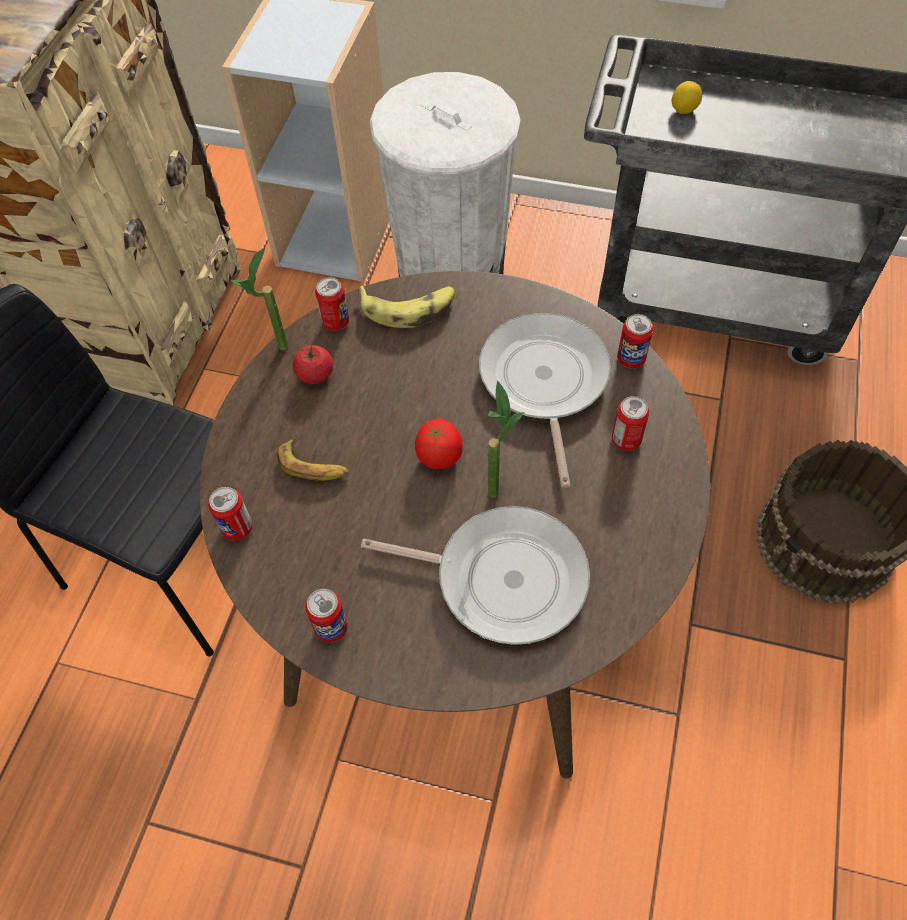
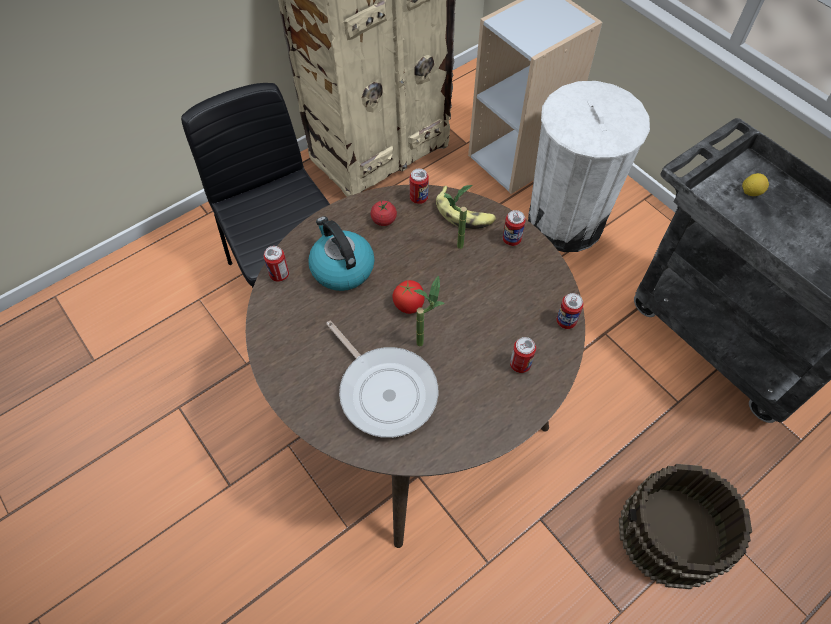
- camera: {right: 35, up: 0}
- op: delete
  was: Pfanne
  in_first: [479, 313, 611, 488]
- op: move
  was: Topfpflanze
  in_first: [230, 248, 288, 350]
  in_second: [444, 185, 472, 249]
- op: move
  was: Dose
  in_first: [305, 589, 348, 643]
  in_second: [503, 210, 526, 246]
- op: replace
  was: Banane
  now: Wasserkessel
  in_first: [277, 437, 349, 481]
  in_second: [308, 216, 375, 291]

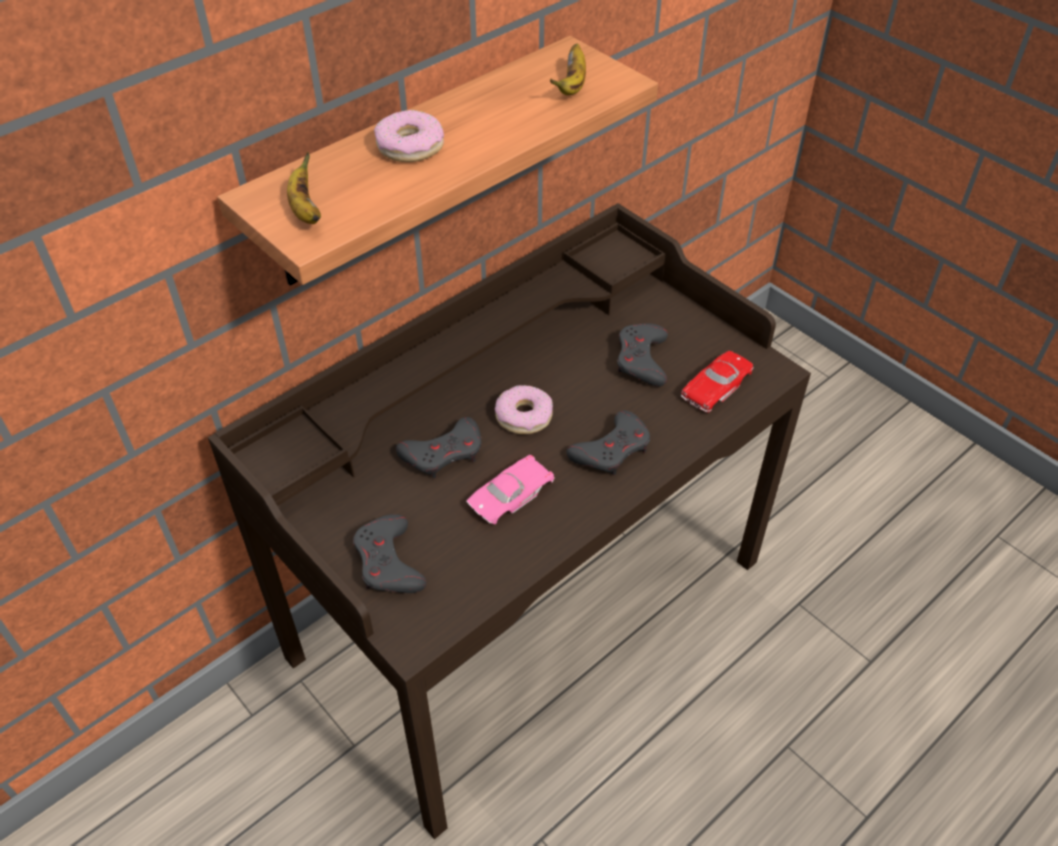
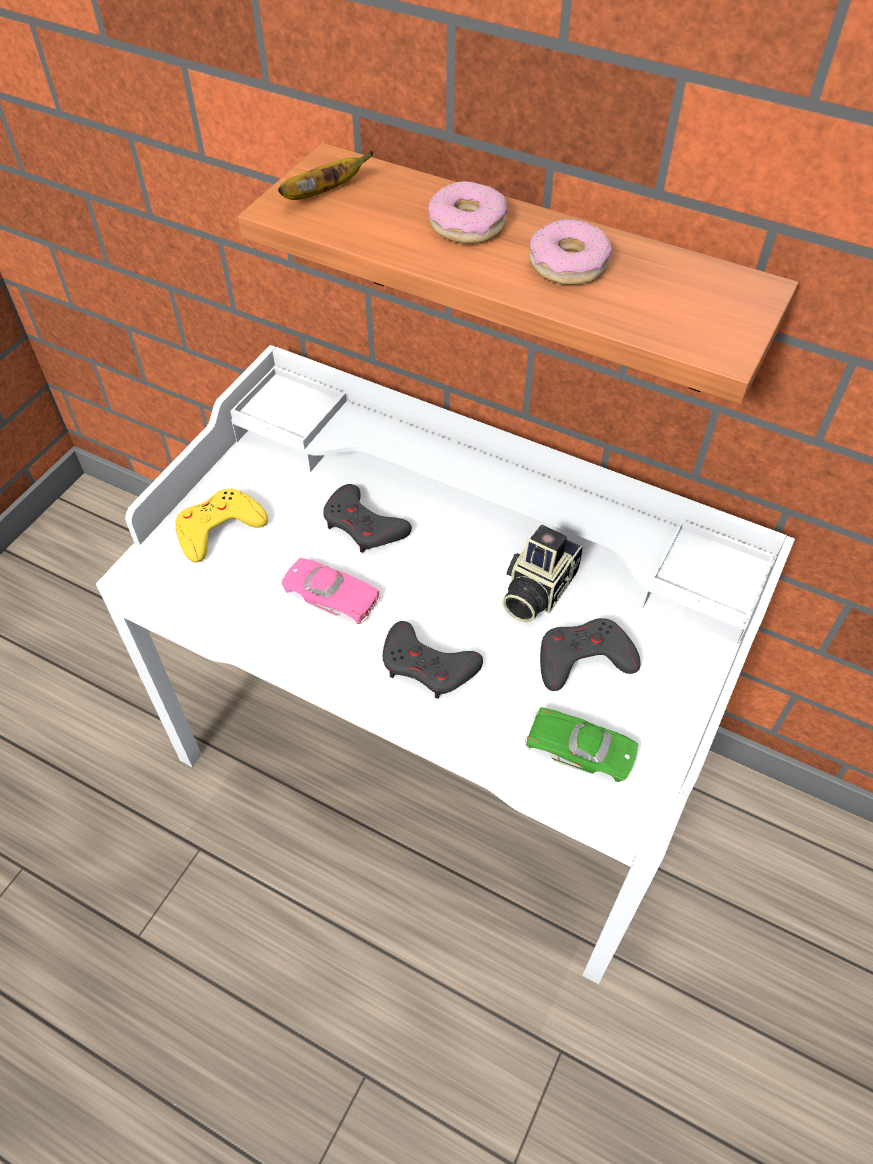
- camera: {right: 70, up: 5}
- op: delete
  was: Banane
  in_first: [550, 44, 586, 95]
- op: insert
  now: Kamera
  in_second: [502, 525, 583, 623]
- op: move
  was: Donut
  in_first: [495, 385, 553, 434]
  in_second: [528, 219, 612, 285]
- op: recolor
  was: Schreibtisch [braun]
  now: Schreibtisch [weiß]
  in_first: [208, 203, 811, 840]
  in_second: [96, 345, 795, 984]
- op: recolor
  was: Gamepad [grau]
  now: Gamepad [gelb]
  in_first: [353, 514, 426, 593]
  in_second: [175, 488, 268, 563]
- op: recolor
  was: Spielzeugauto [rot]
  now: Spielzeugauto [grün]
  in_first: [681, 351, 753, 413]
  in_second: [524, 707, 638, 782]

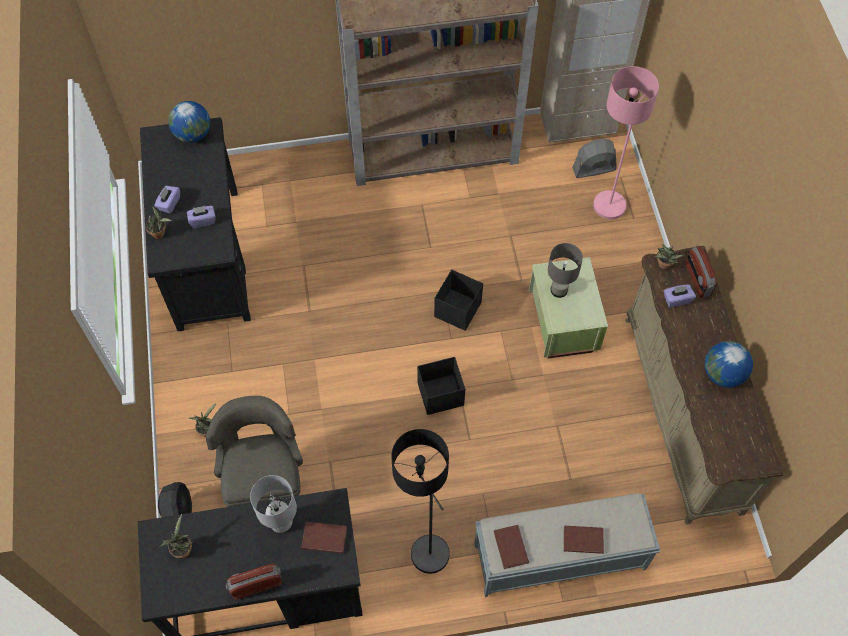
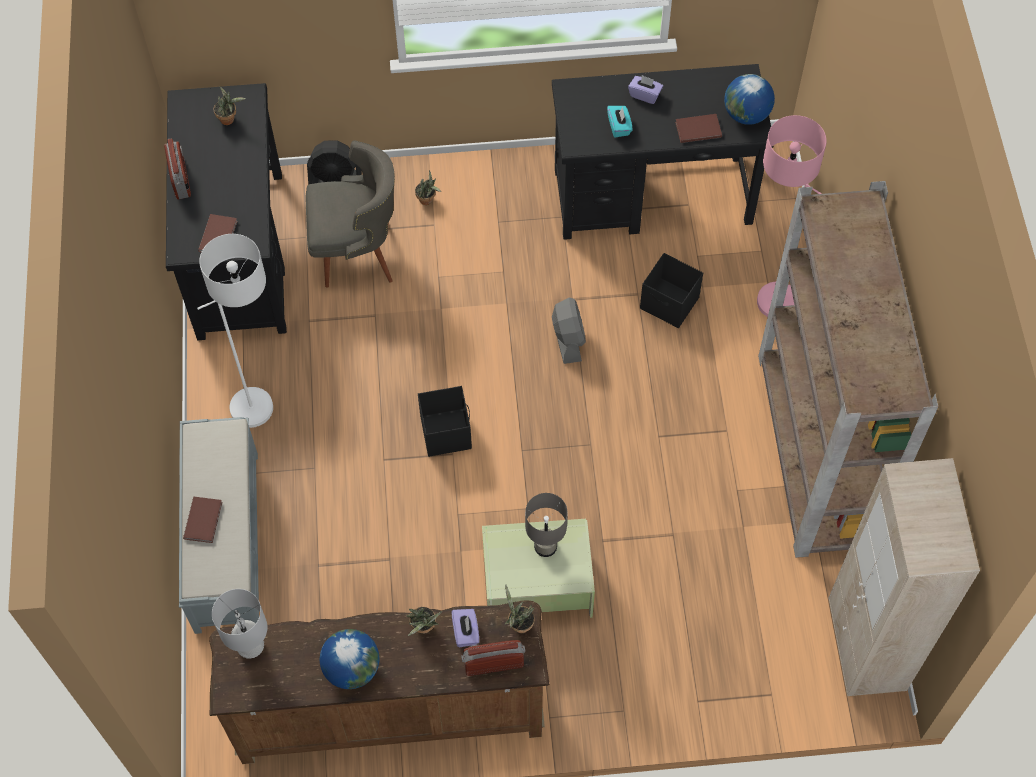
- camera: {right: 95, up: 0}
- op: move
  was: Topfpflanze
  in_first: [146, 206, 172, 239]
  in_second: [406, 607, 442, 636]
- op: move
  was: Tischlampe [grau]
  in_first: [250, 475, 297, 533]
  in_second: [212, 589, 268, 659]
- op: move
  was: Aufbewahrungsbox [schwarz]
  in_first: [434, 270, 483, 331]
  in_second: [640, 253, 703, 328]
- op: move
  was: Buch [braun]
  in_first: [494, 525, 529, 569]
  in_second: [675, 114, 722, 143]
- op: move
  was: Ventilator [grau]
  in_first: [572, 139, 616, 178]
  in_second: [552, 297, 586, 364]
- op: move
  was: Stehlampe [rosa]
  in_first: [593, 66, 659, 220]
  in_second: [757, 115, 827, 317]
- op: recolor
  was: Taschentuchbox [lila]
  now: Taschentuchbox [türkis]
  in_first: [187, 206, 216, 228]
  in_second: [607, 106, 633, 138]
- op: recolor
  was: Stehlampe [schwarz]
  now: Stehlampe [weiß]
  in_first: [391, 429, 450, 574]
  in_second: [197, 234, 273, 428]

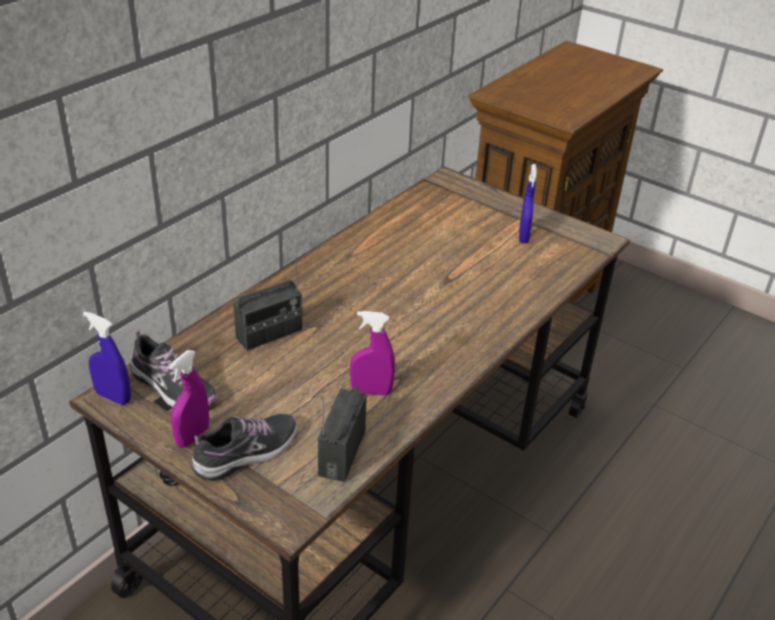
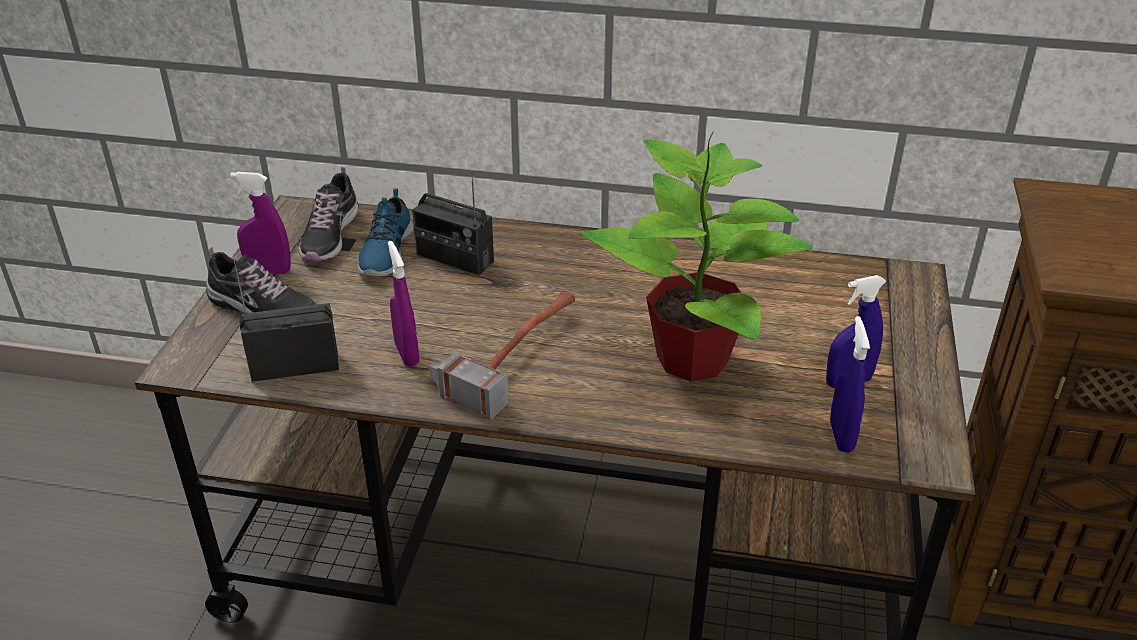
- camera: {right: 65, up: 0}
- op: insert
  now: Schuh
  in_second: [358, 188, 414, 276]
- op: insert
  now: Hammer
  in_second: [427, 290, 575, 420]
- op: insert
  now: Topfpflanze
  in_second: [582, 131, 813, 381]
- op: move
  was: Sprühflasche [blau]
  in_first: [83, 311, 131, 405]
  in_second: [830, 316, 870, 453]

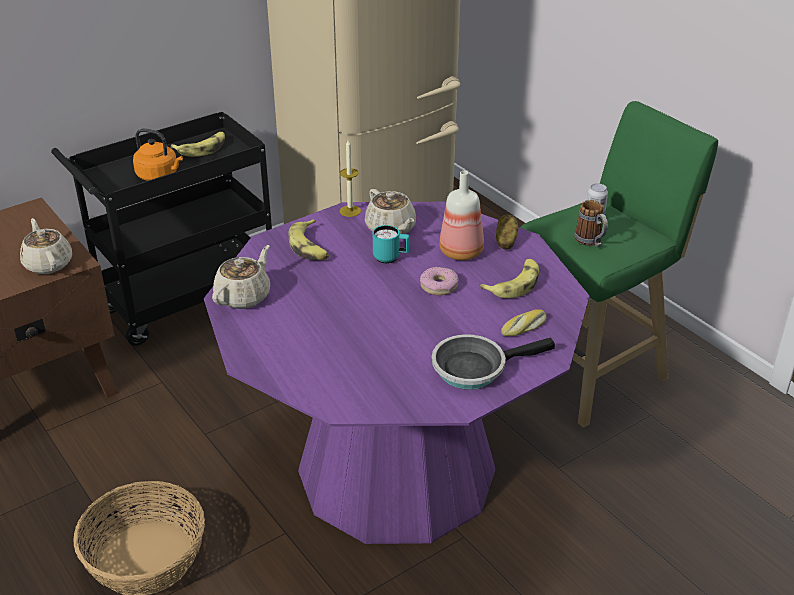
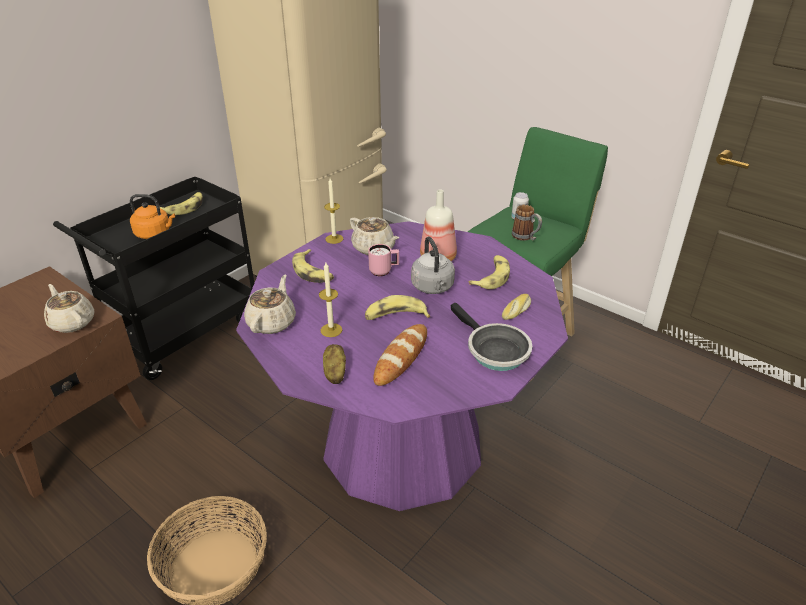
- camera: {right: -15, up: 0}
- op: insert
  now: Kerze
  in_second: [319, 262, 342, 337]
- op: insert
  now: Banane
  in_second: [365, 295, 430, 320]
- op: insert
  now: Brot
  in_second: [373, 324, 427, 386]
- op: move
  was: Kartoffel
  in_first: [496, 214, 519, 250]
  in_second: [323, 344, 346, 384]
- op: replace
  was: Donut
  now: Wasserkessel [grau]
  in_first: [420, 267, 459, 295]
  in_second: [411, 236, 455, 294]
- op: recolor
  was: Henkelbecher [türkis]
  now: Henkelbecher [rosa]
  in_first: [373, 225, 409, 264]
  in_second: [368, 244, 399, 276]
- op: rotate
  was: Pfanne
  in_first: [432, 334, 555, 390]
  in_second: [451, 303, 532, 371]
  clockwise: -90

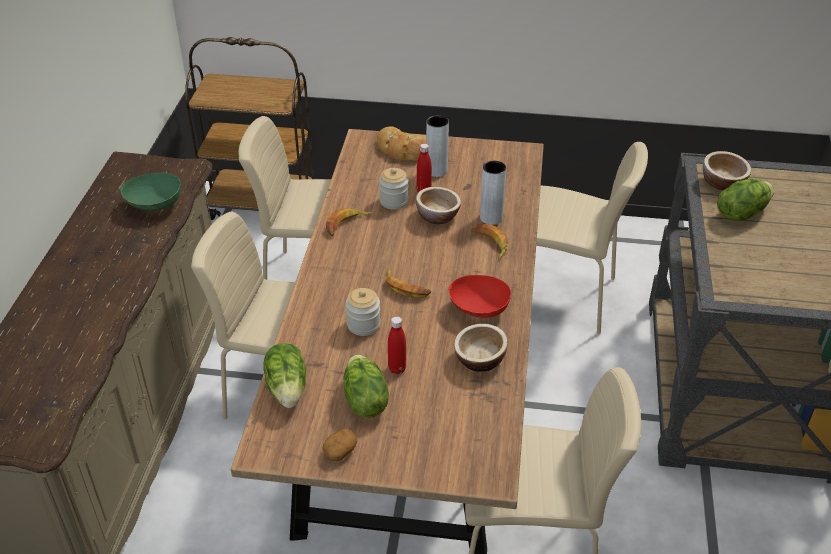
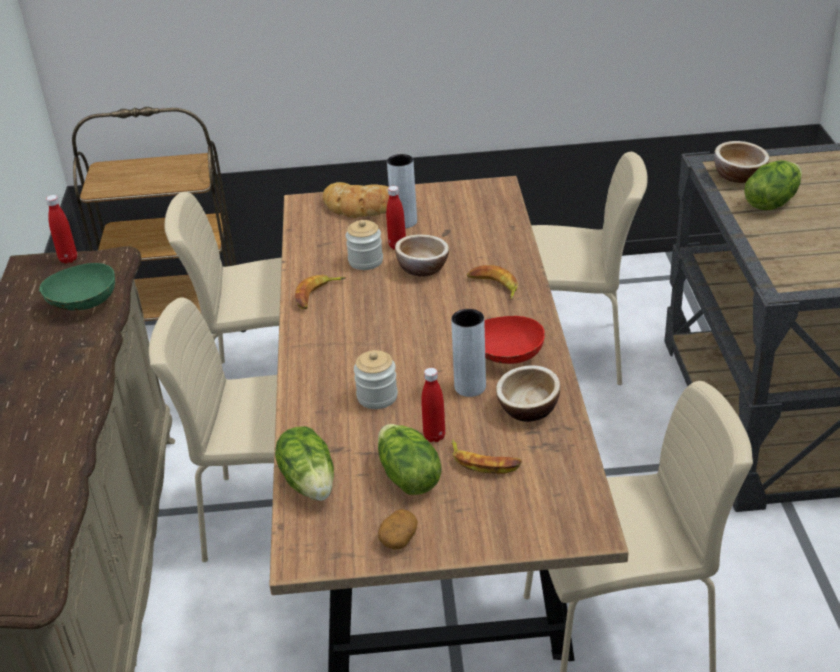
- camera: {right: -10, up: -5}
- op: insert
  now: Flasche [rot]
  in_second: [46, 195, 77, 264]
- op: move
  was: Banane
  in_first: [385, 268, 432, 298]
  in_second: [452, 439, 522, 474]
- op: move
  was: Vase [grau]
  in_first: [480, 161, 507, 225]
  in_second: [451, 309, 486, 397]

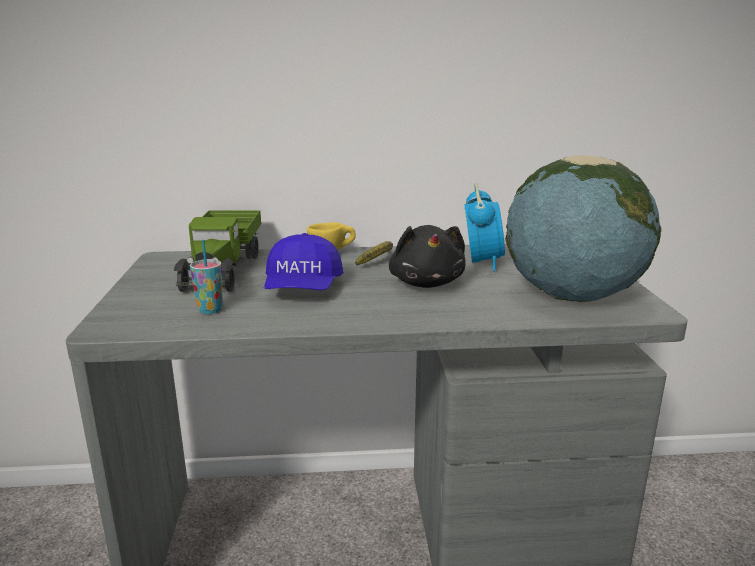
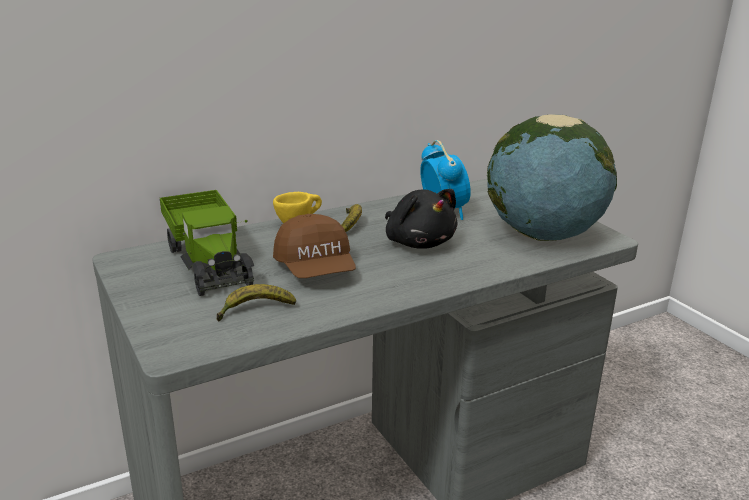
- camera: {right: -25, up: 5}
- op: replace
  was: Tasse
  now: Banane
  in_first: [190, 240, 223, 314]
  in_second: [217, 284, 296, 322]
- op: recolor
  was: Kappe [blau]
  now: Kappe [braun]
  in_first: [264, 233, 343, 290]
  in_second: [273, 214, 356, 278]

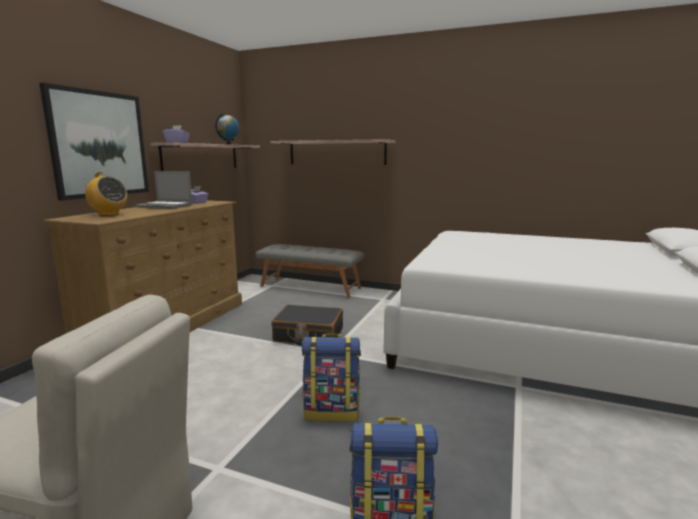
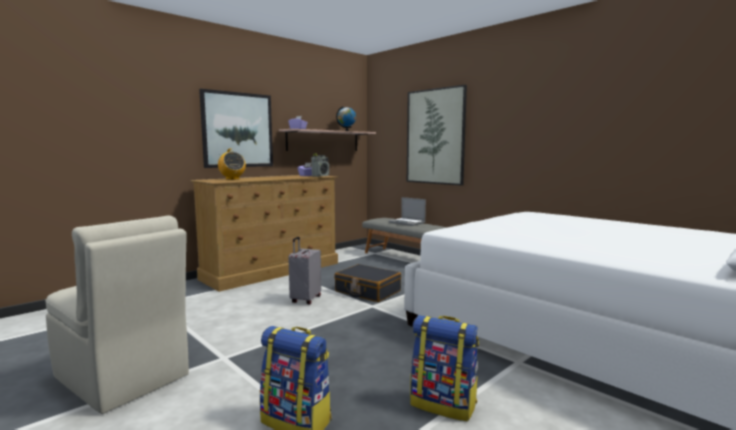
- camera: {right: 25, up: -5}
- op: insert
  now: Koffer [grau]
  in_second: [288, 237, 321, 305]
- op: insert
  now: Radio
  in_second: [311, 153, 329, 177]
- op: move
  was: Laptop
  in_first: [135, 171, 193, 209]
  in_second: [388, 197, 426, 226]
- op: move
  was: Rucksack
  in_first: [302, 334, 361, 422]
  in_second: [410, 315, 479, 421]
- op: replace
  was: Wandregal
  now: Bild
  in_first: [270, 139, 396, 165]
  in_second: [407, 85, 467, 186]

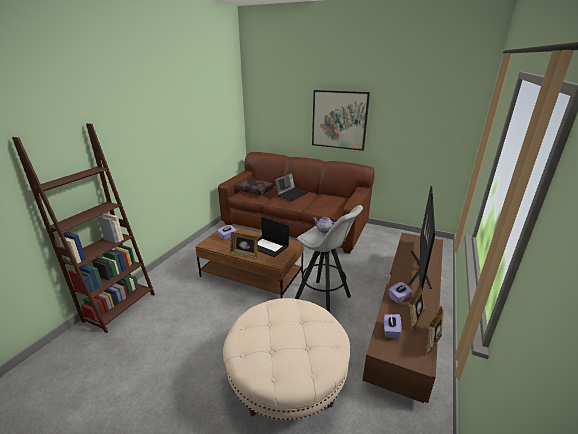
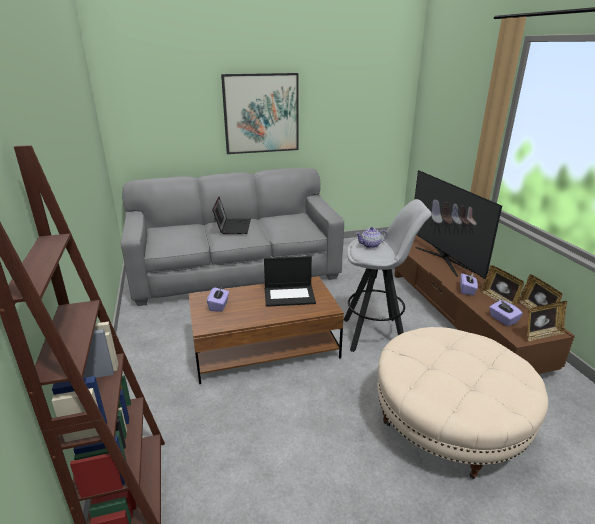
- camera: {right: -40, up: 0}
- op: delete
  was: Kissen [braun]
  in_first: [235, 178, 274, 195]
- op: move
  was: Bilderrahmen
  in_first: [230, 232, 258, 259]
  in_second: [527, 301, 567, 341]
- op: recolor
  was: Sofa [braun]
  now: Sofa [grau]
  in_first: [218, 152, 375, 254]
  in_second: [121, 168, 344, 306]

